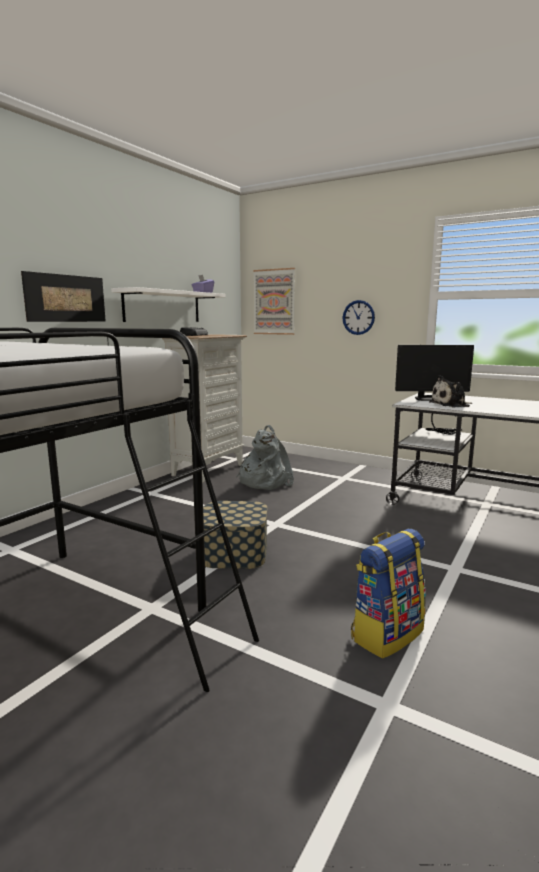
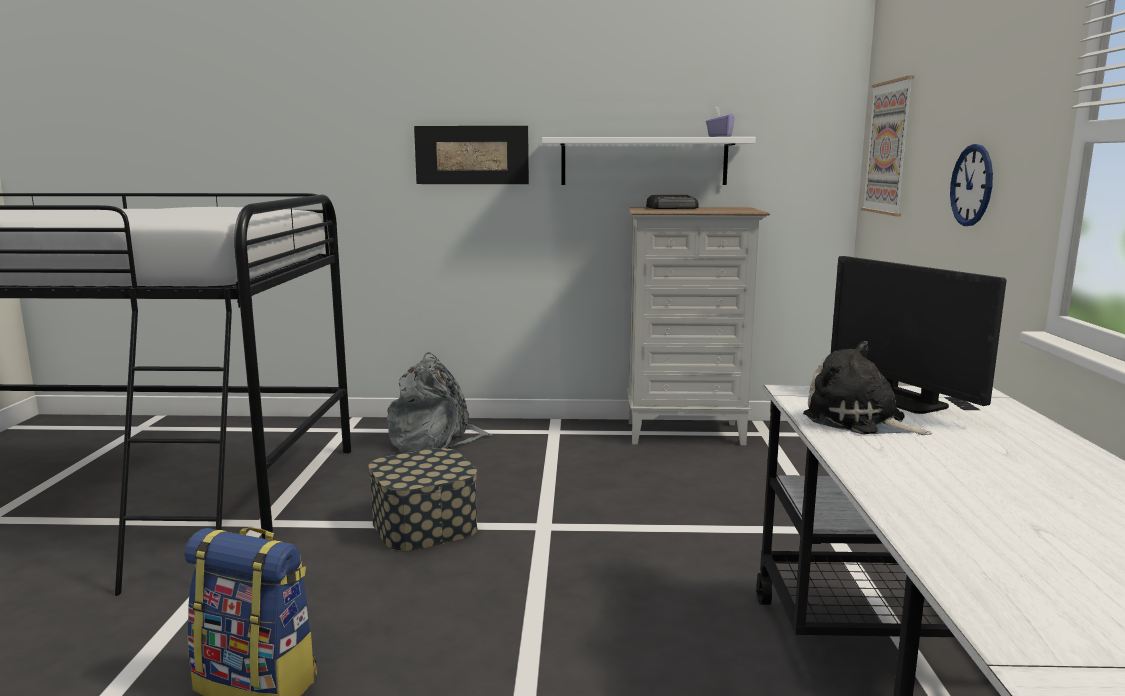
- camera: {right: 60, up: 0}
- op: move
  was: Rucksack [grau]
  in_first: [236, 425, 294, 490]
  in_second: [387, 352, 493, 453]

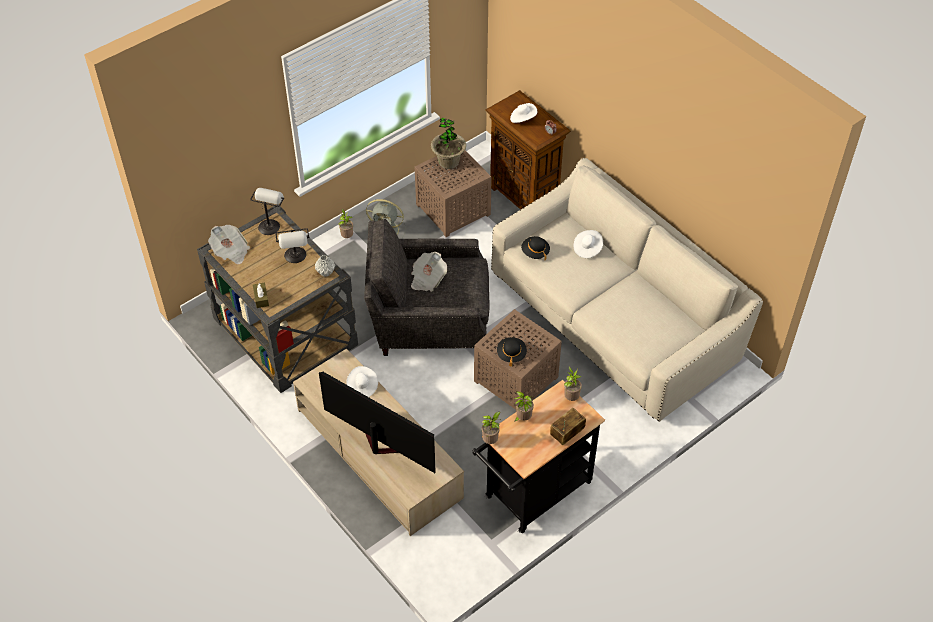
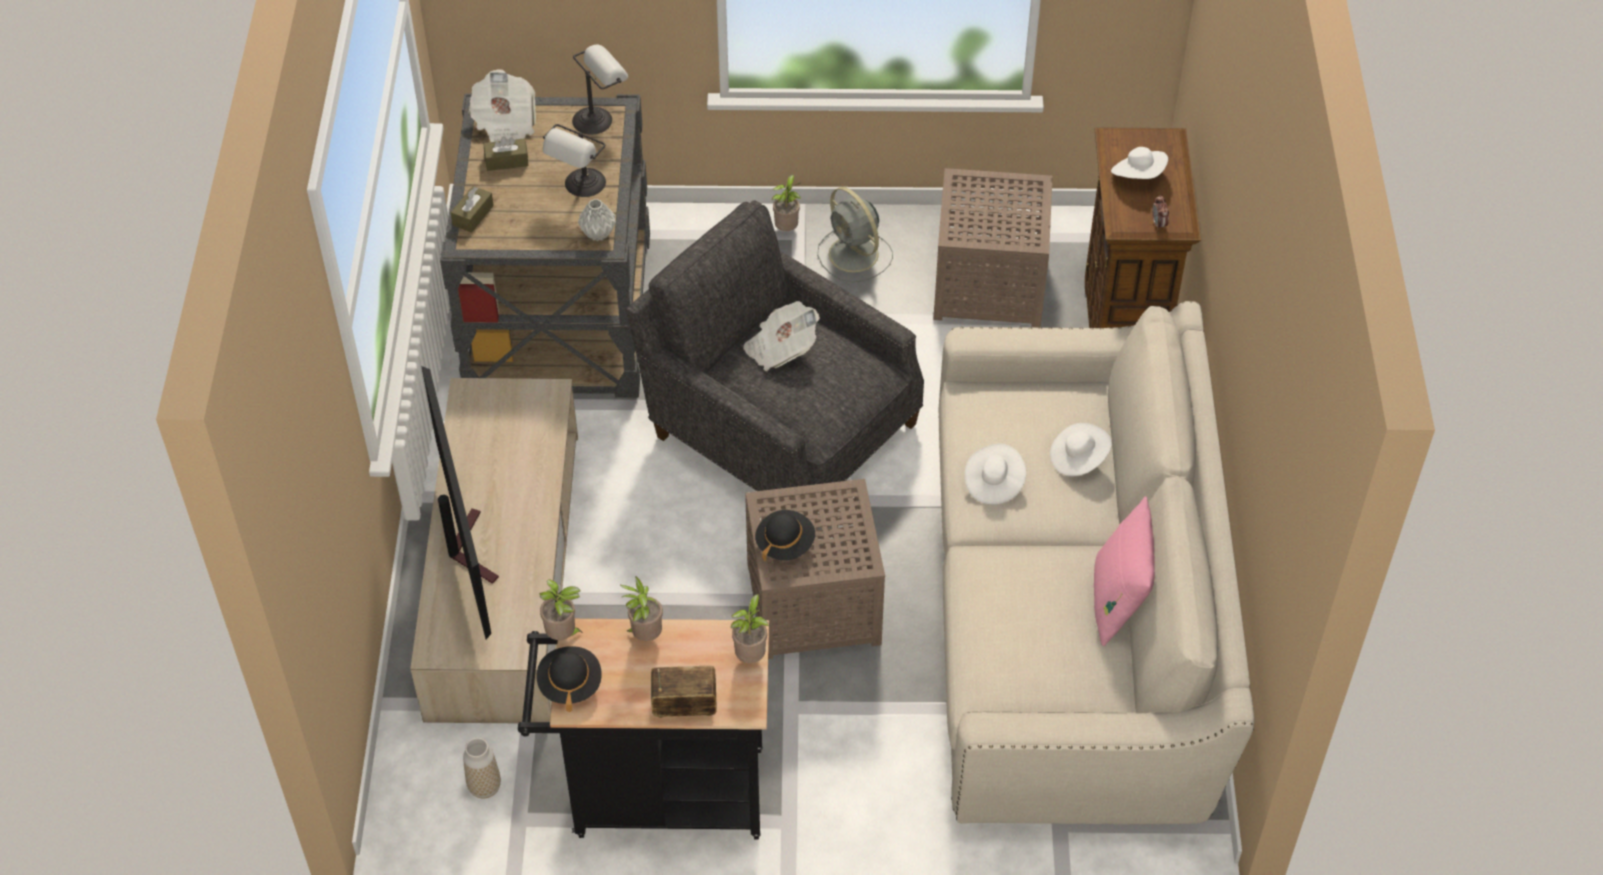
- camera: {right: 40, up: 0}
- op: delete
  was: Topfpflanze
  in_first: [431, 117, 466, 169]
- op: insert
  now: Vase
  in_second: [463, 738, 501, 798]
- op: insert
  now: Taschentuchbox [braun]
  in_second: [484, 136, 529, 171]
- op: insert
  now: Kissen [rosa]
  in_second: [1094, 496, 1155, 646]
- op: move
  was: Hut [weiß]
  in_first: [346, 366, 378, 397]
  in_second: [965, 443, 1026, 504]
- op: move
  was: Hut [schwarz]
  in_first: [521, 236, 550, 261]
  in_second: [537, 646, 602, 712]

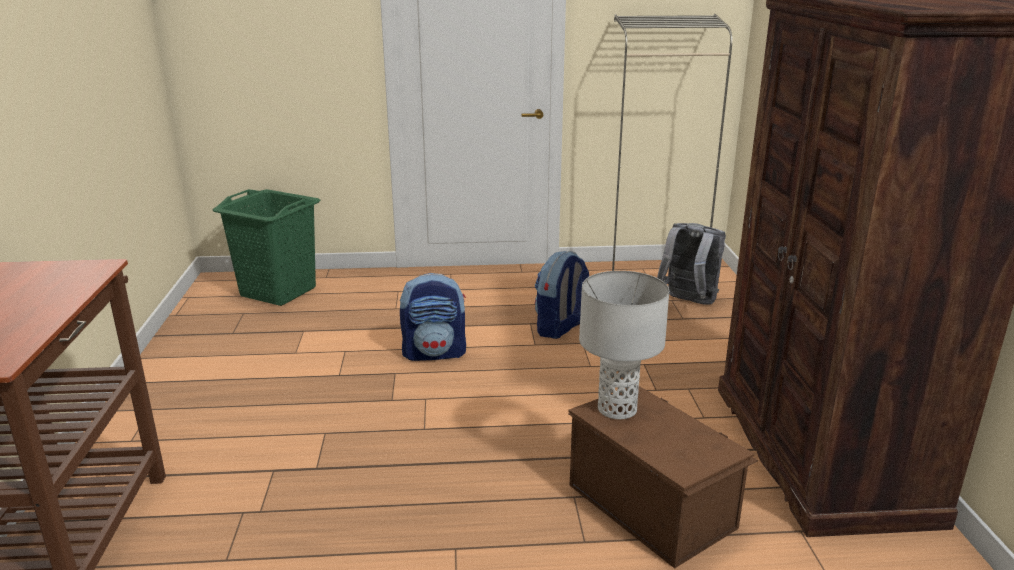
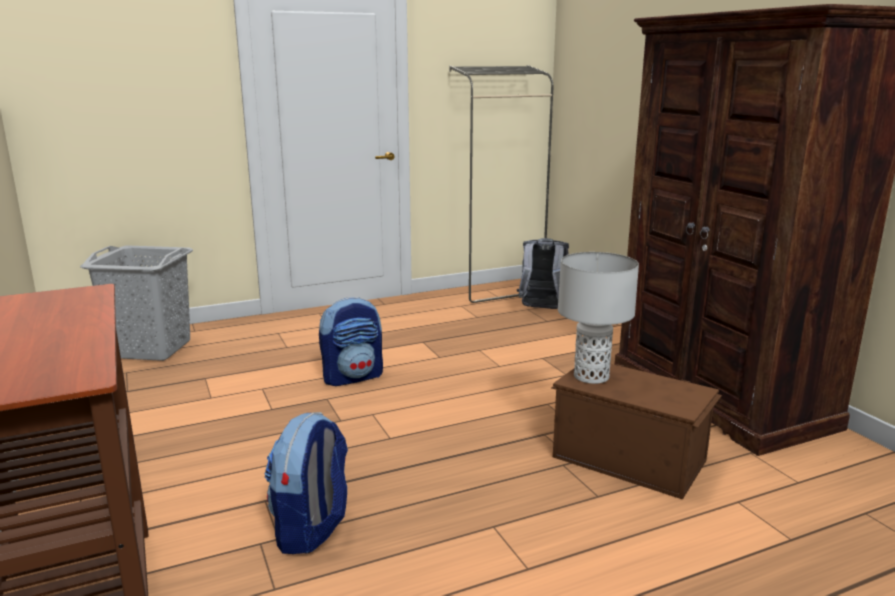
- camera: {right: -20, up: -5}
- op: move
  was: Rucksack
  in_first: [535, 251, 589, 339]
  in_second: [264, 412, 348, 554]
- op: recolor
  was: Wäschekorb [grün]
  now: Wäschekorb [grau]
  in_first: [213, 189, 320, 306]
  in_second: [80, 245, 193, 361]

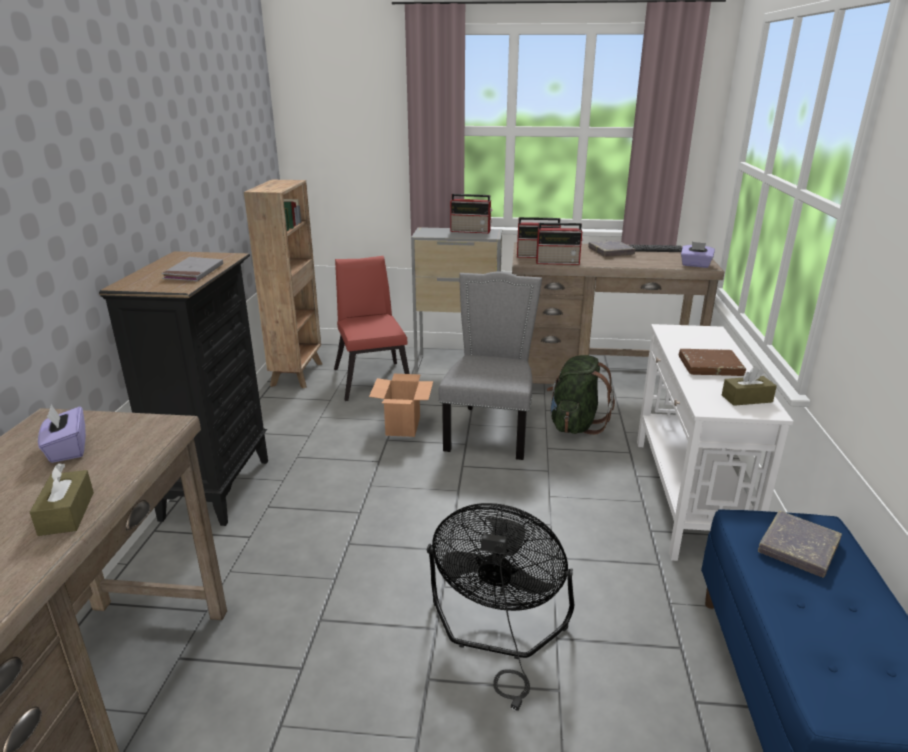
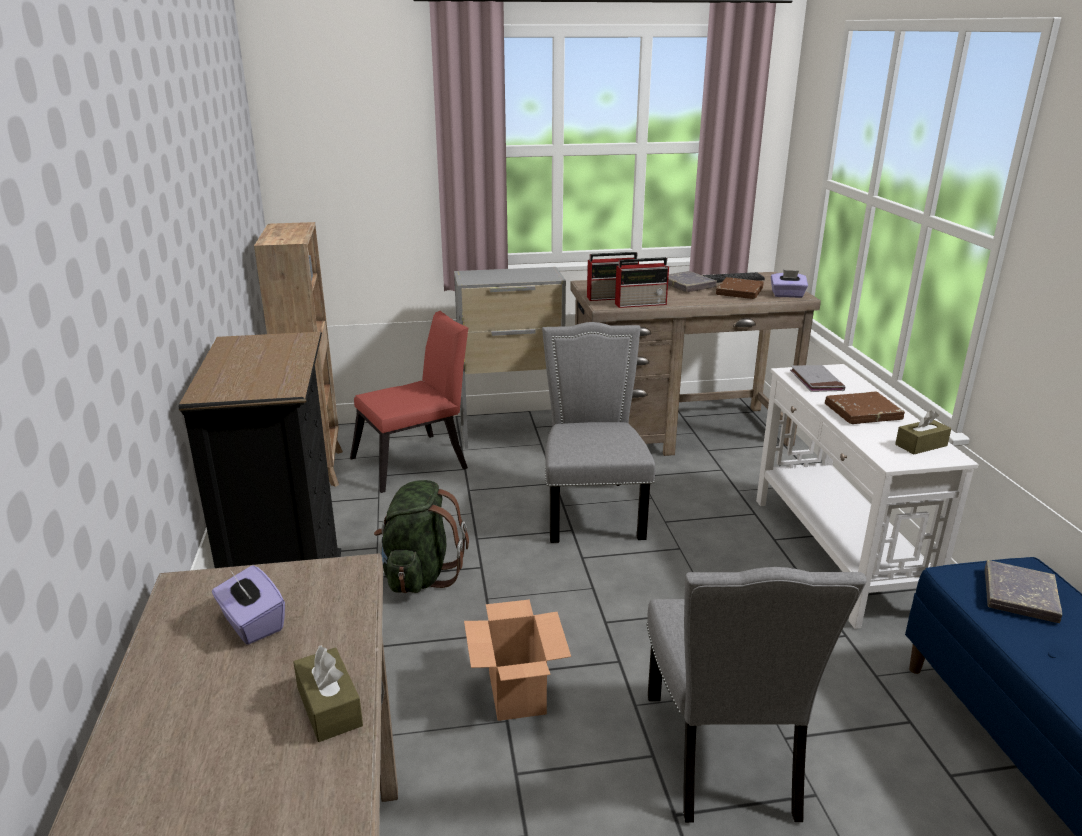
- camera: {right: -15, up: 0}
- op: delete
  was: Radio
  in_first: [450, 194, 493, 233]
- op: insert
  now: Buch [braun]
  in_second: [716, 277, 764, 299]
- op: move
  was: Buch [grau]
  in_first: [161, 257, 223, 281]
  in_second: [790, 365, 846, 392]
- op: move
  was: Karton
  in_first: [369, 374, 433, 437]
  in_second: [464, 599, 571, 721]
- op: move
  was: Rucksack [grün]
  in_first: [547, 355, 615, 435]
  in_second: [374, 480, 469, 593]
- op: replace
  was: Ventilator [schwarz]
  now: Stuhl [grau]
  in_first: [427, 503, 574, 711]
  in_second: [646, 567, 867, 823]
- op: rotate
  was: Stuhl [rot]
  in_first: [334, 256, 410, 401]
  in_second: [350, 311, 468, 493]
  clockwise: 90

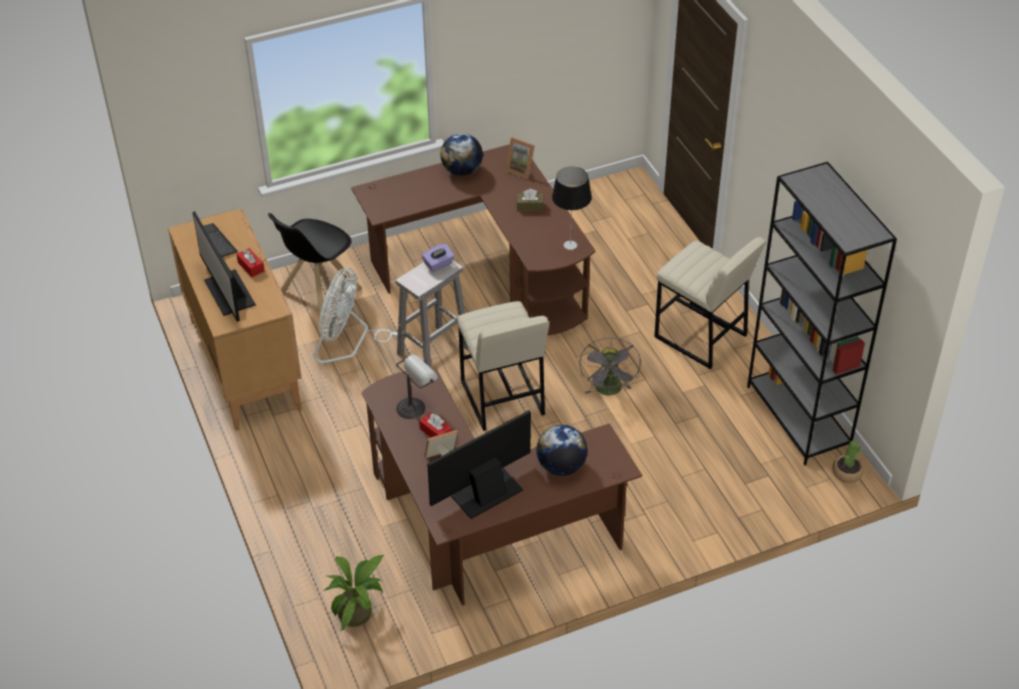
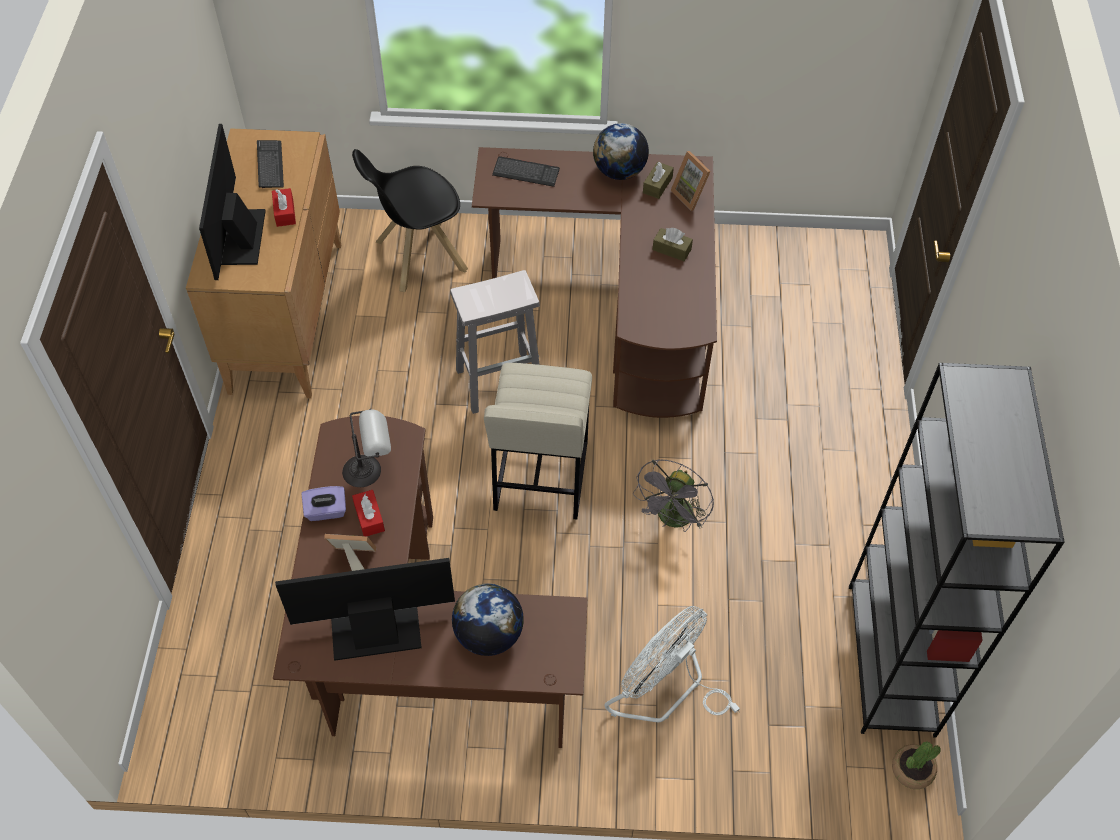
- camera: {right: 25, up: 10}
- op: delete
  was: Topfpflanze
  in_first: [324, 555, 384, 630]
- op: delete
  was: Tischlampe
  in_first: [552, 167, 592, 250]
- op: delete
  was: Stuhl [beige]
  in_first: [654, 237, 766, 369]
- op: insert
  now: Tastatur
  in_second: [492, 156, 560, 187]
- op: insert
  now: Taschentuchbox [braun]
  in_second: [643, 162, 674, 199]
- op: move
  was: Ventilator [weiß]
  in_first: [313, 268, 398, 365]
  in_second: [604, 606, 740, 722]
- op: move
  was: Taschentuchbox [lila]
  in_first: [422, 244, 454, 272]
  in_second: [302, 486, 346, 521]

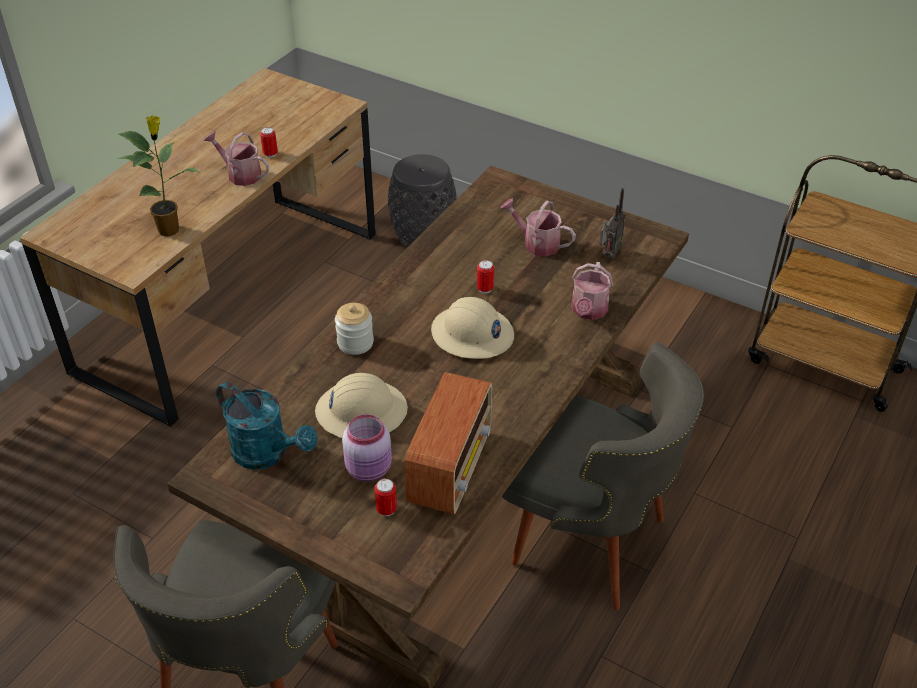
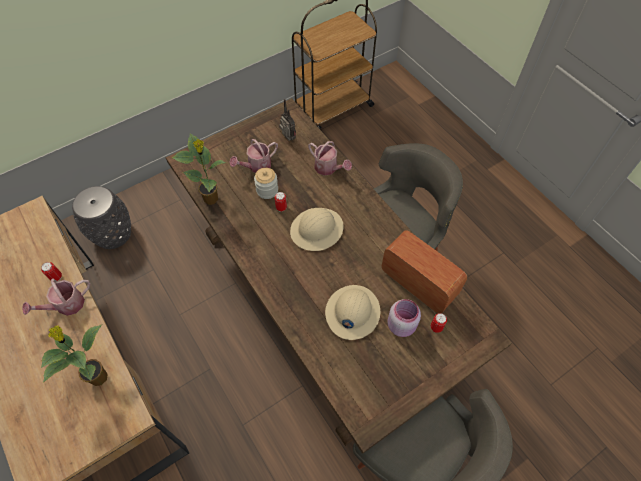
- camera: {right: -65, up: 15}
- op: delete
  was: Gießkanne [türkis]
  in_first: [216, 382, 318, 470]
- op: insert
  now: Topfpflanze
  in_second: [172, 133, 226, 205]
- op: move
  was: Vorratsglas
  in_first: [335, 303, 374, 355]
  in_second: [254, 168, 278, 199]

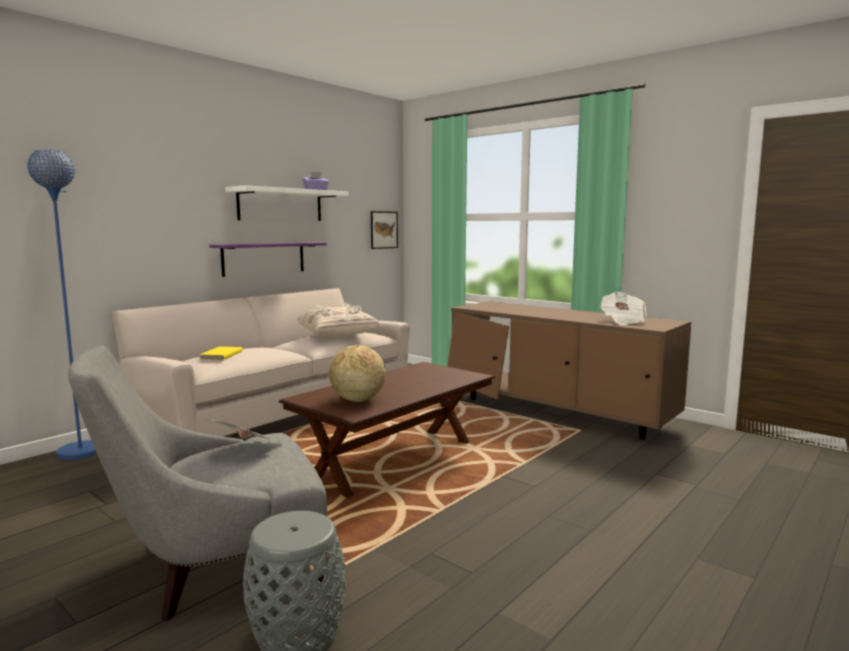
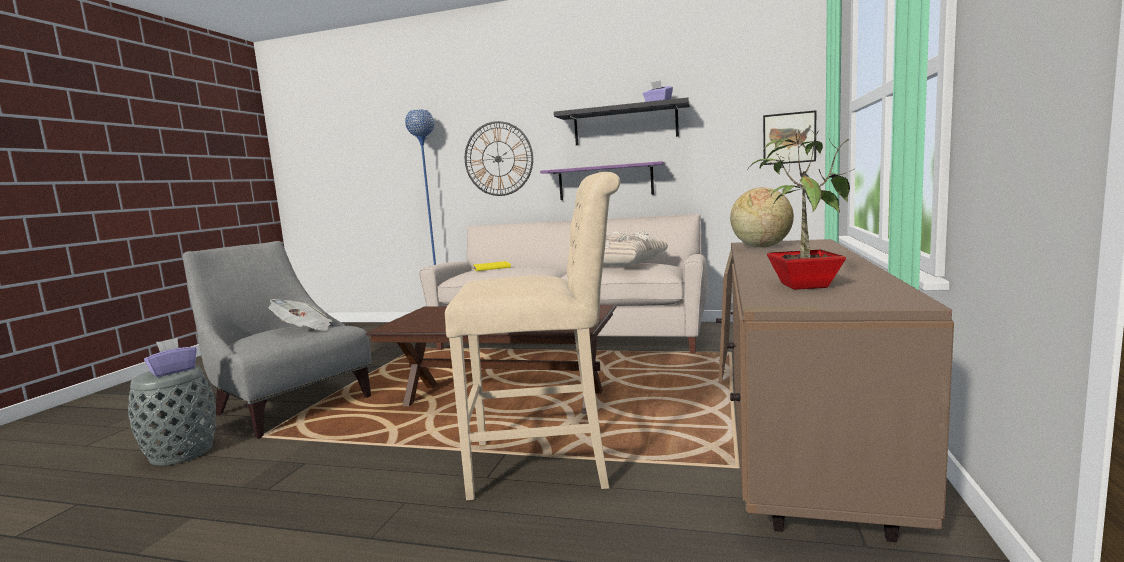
- camera: {right: 65, up: 0}
- op: insert
  now: Taschentuchbox [lila]
  in_second: [144, 338, 197, 377]
- op: insert
  now: Hocker [beige]
  in_second: [445, 172, 620, 500]
- op: insert
  now: Wanduhr
  in_second: [465, 121, 533, 196]
- op: move
  was: Globus
  in_first: [329, 345, 386, 402]
  in_second: [730, 187, 794, 248]
- op: replace
  was: Zeitung
  now: Topfpflanze
  in_first: [600, 292, 646, 325]
  in_second: [749, 130, 854, 290]
- op: recolor
  was: Wandregal [weiß]
  now: Wandregal [schwarz]
  in_first: [225, 185, 348, 221]
  in_second: [554, 97, 690, 145]

